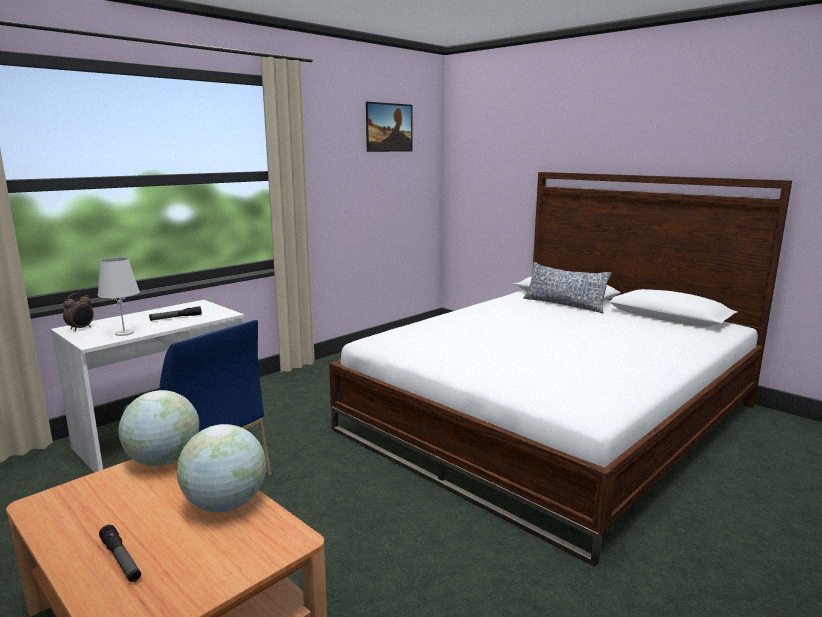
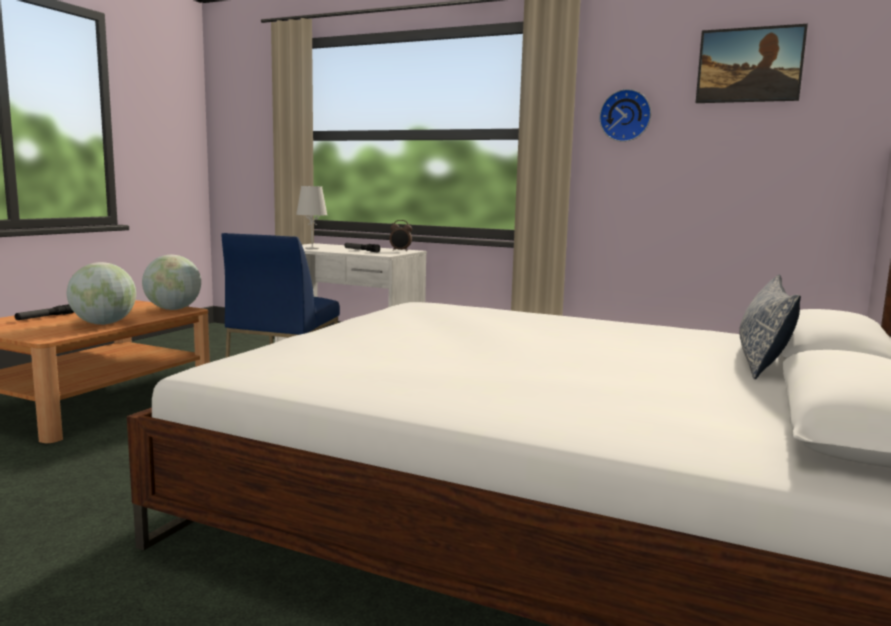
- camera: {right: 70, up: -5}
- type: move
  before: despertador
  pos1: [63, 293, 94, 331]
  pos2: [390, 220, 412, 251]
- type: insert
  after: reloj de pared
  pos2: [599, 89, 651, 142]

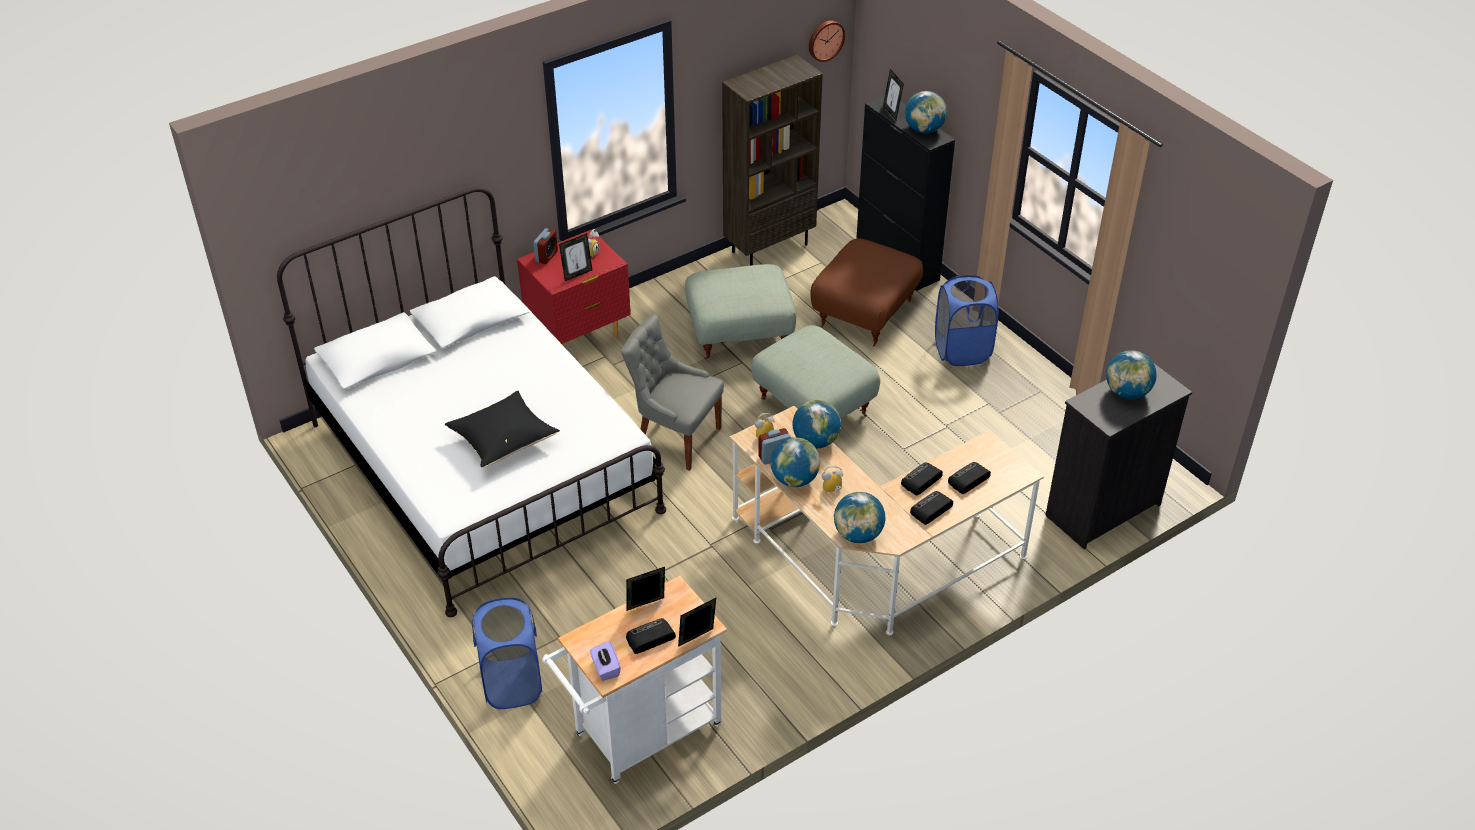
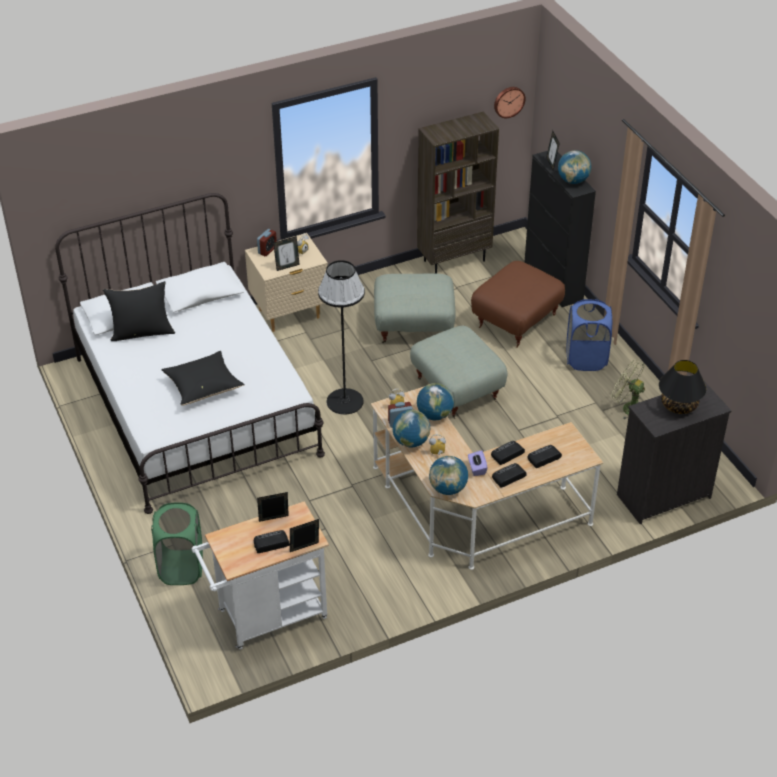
- camera: {right: 10, up: 0}
- type: recolor
  before: cesto de la ropa [azul]
  after: cesto de la ropa [verde]
  pos1: [472, 597, 542, 709]
  pos2: [151, 502, 203, 585]
- type: recolor
  before: mesita de noche [rojo]
  after: mesita de noche [beis]
  pos1: [517, 230, 631, 346]
  pos2: [245, 233, 328, 332]
- type: move
  before: caja de pañuelos [morado]
  pos1: [590, 641, 621, 681]
  pos2: [468, 450, 487, 476]
- type: replace
  before: silla [gris]
  after: lámpara de pie [negro]
  pos1: [621, 314, 724, 471]
  pos2: [318, 260, 365, 415]
- type: replace
  before: globo terráqueo
  after: lámpara de mesa [negro]
  pos1: [1106, 350, 1157, 399]
  pos2: [659, 360, 706, 414]
- type: insert
  after: cojín [negro]
  pos2: [103, 281, 175, 341]
- type: insert
  after: ventilador [verde]
  pos2: [611, 359, 645, 419]

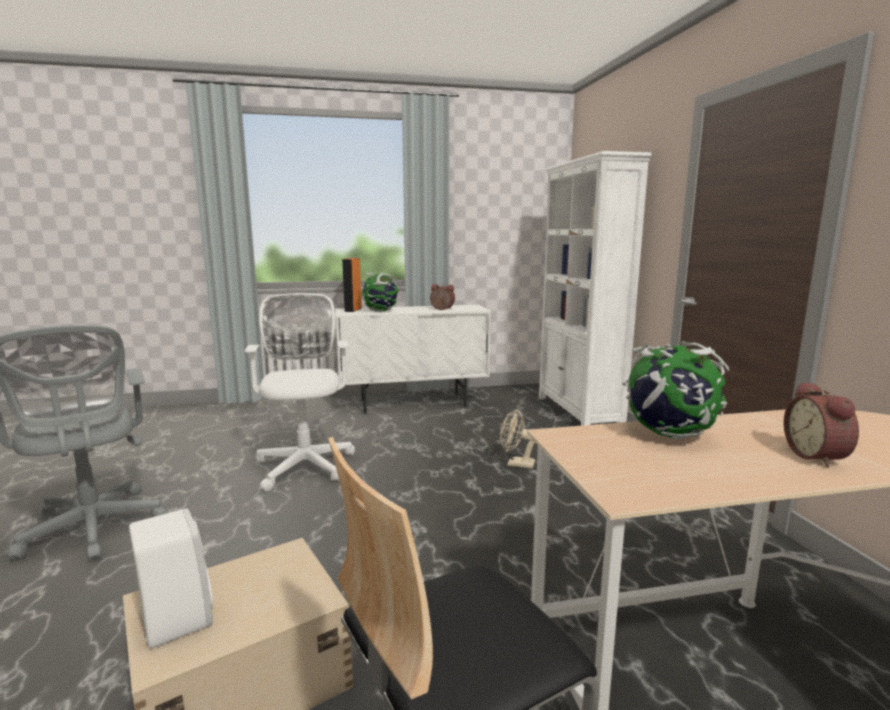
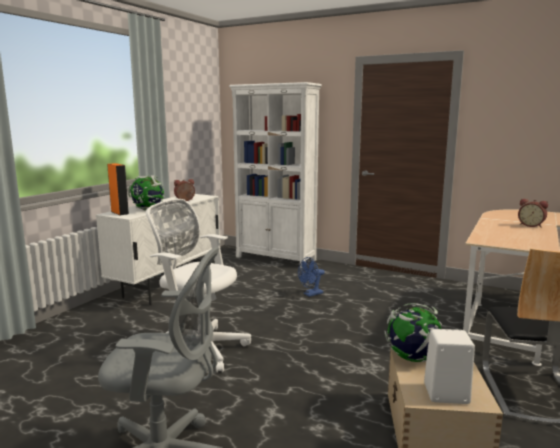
- camera: {right: -50, up: 0}
- type: recolor
  before: ventilador [beis]
  after: ventilador [azul]
  pos1: [500, 409, 535, 469]
  pos2: [298, 257, 325, 297]
- type: move
  before: globo terráqueo
  pos1: [622, 341, 730, 440]
  pos2: [385, 303, 442, 362]

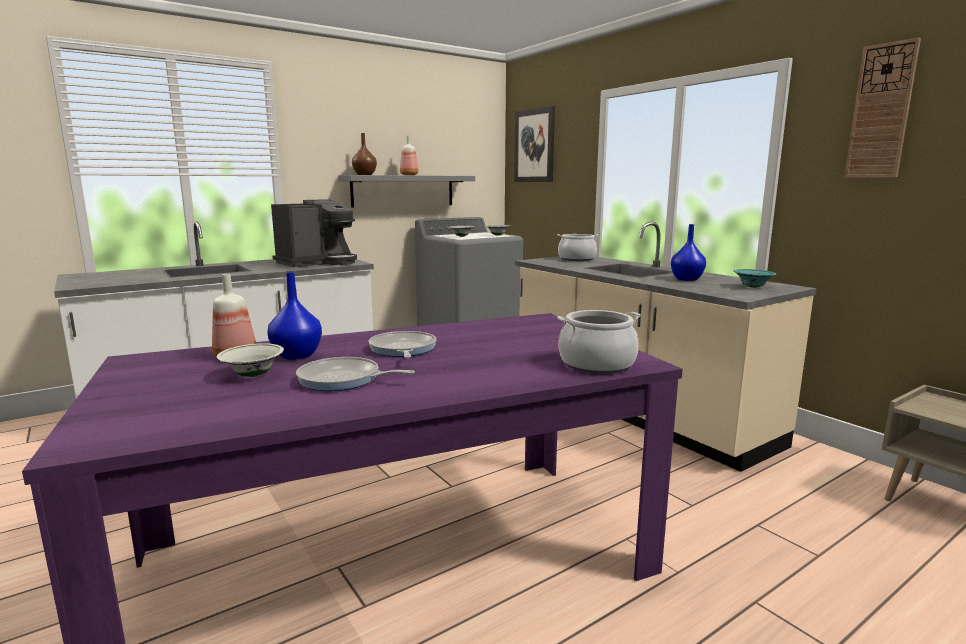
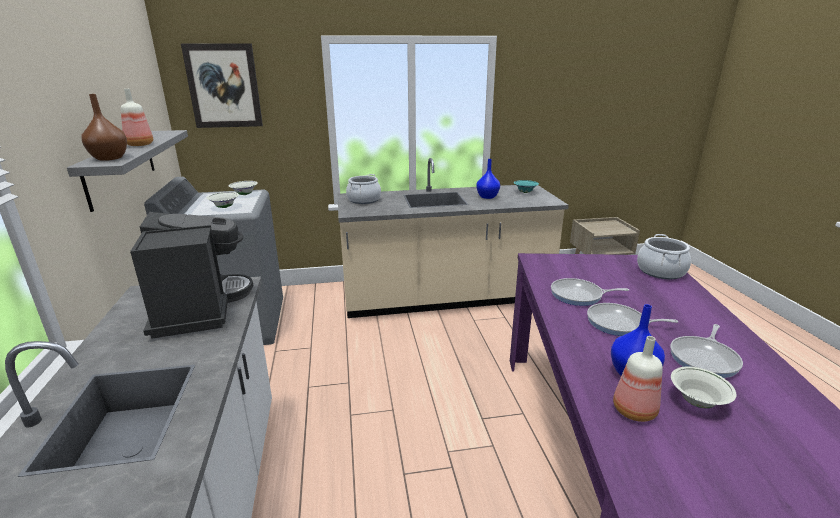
- camera: {right: -65, up: 10}
- type: delete
  before: reloj de pared
  pos1: [845, 38, 921, 178]
- type: insert
  after: sartén
  pos2: [551, 278, 629, 306]

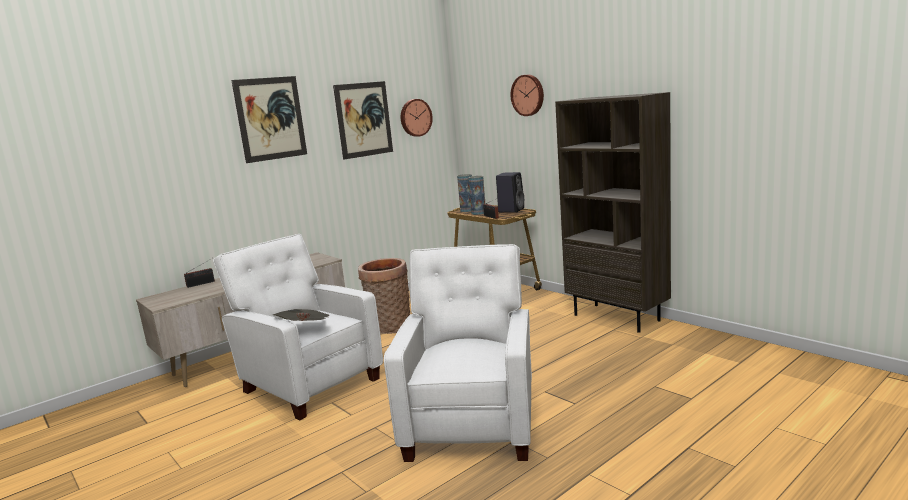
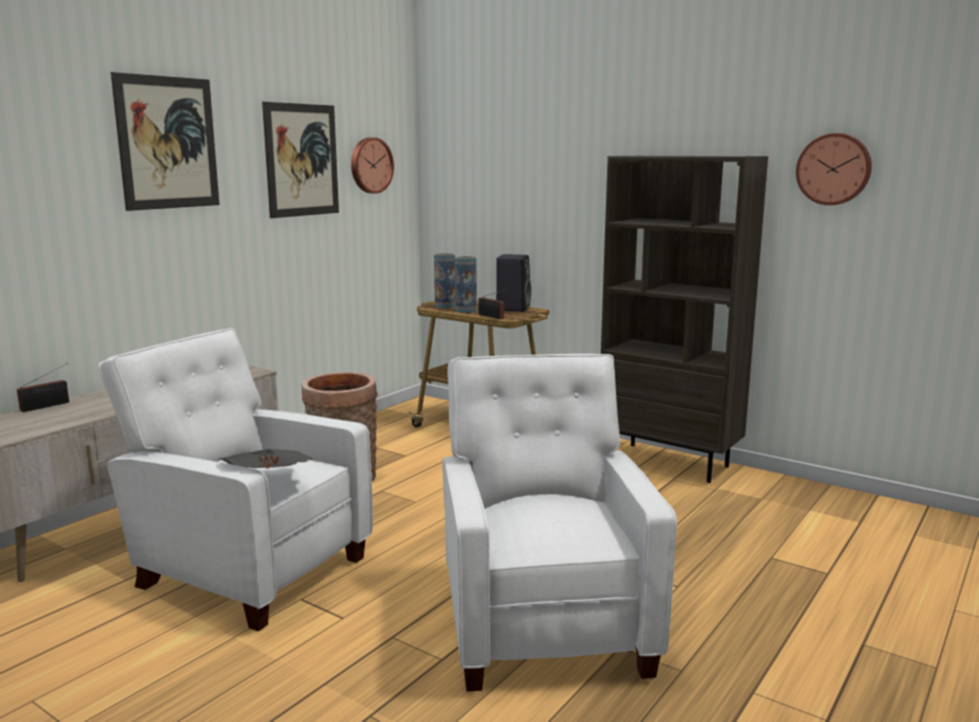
- camera: {right: -15, up: 0}
- type: move
  before: reloj de pared
  pos1: [511, 75, 544, 116]
  pos2: [796, 133, 872, 205]

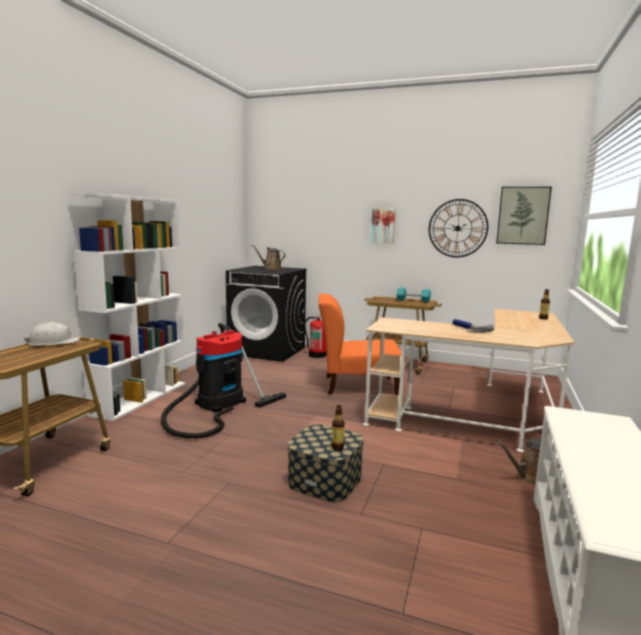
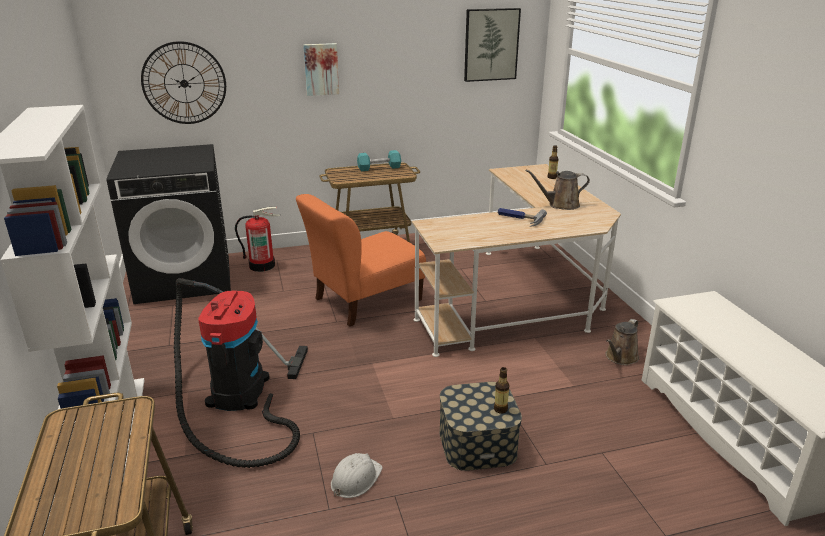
- camera: {right: -35, up: 15}
- type: move
  before: casco [blanco]
  pos1: [24, 322, 80, 346]
  pos2: [331, 453, 382, 498]
- type: move
  before: regadera [marrón]
  pos1: [252, 245, 286, 270]
  pos2: [525, 170, 590, 210]
- type: move
  before: reloj de pared
  pos1: [429, 199, 488, 257]
  pos2: [141, 41, 226, 124]

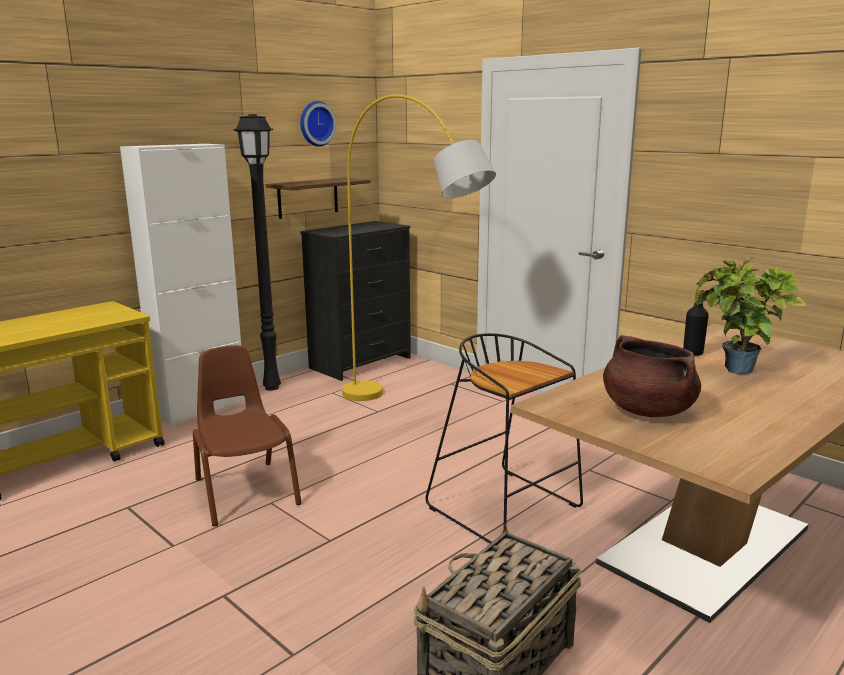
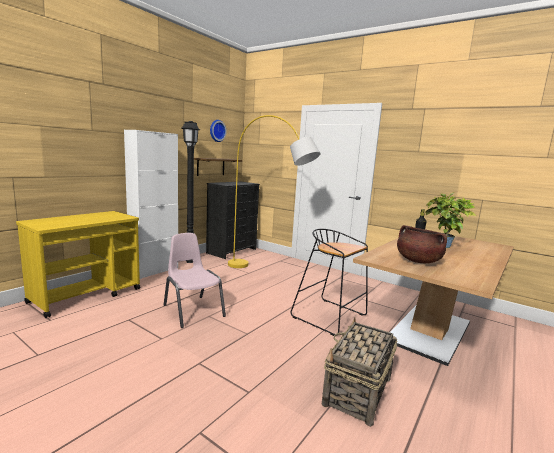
- camera: {right: -10, up: -5}
- type: recolor
  before: silla [marrón]
  after: silla [rosa]
  pos1: [193, 345, 302, 526]
  pos2: [164, 233, 226, 328]

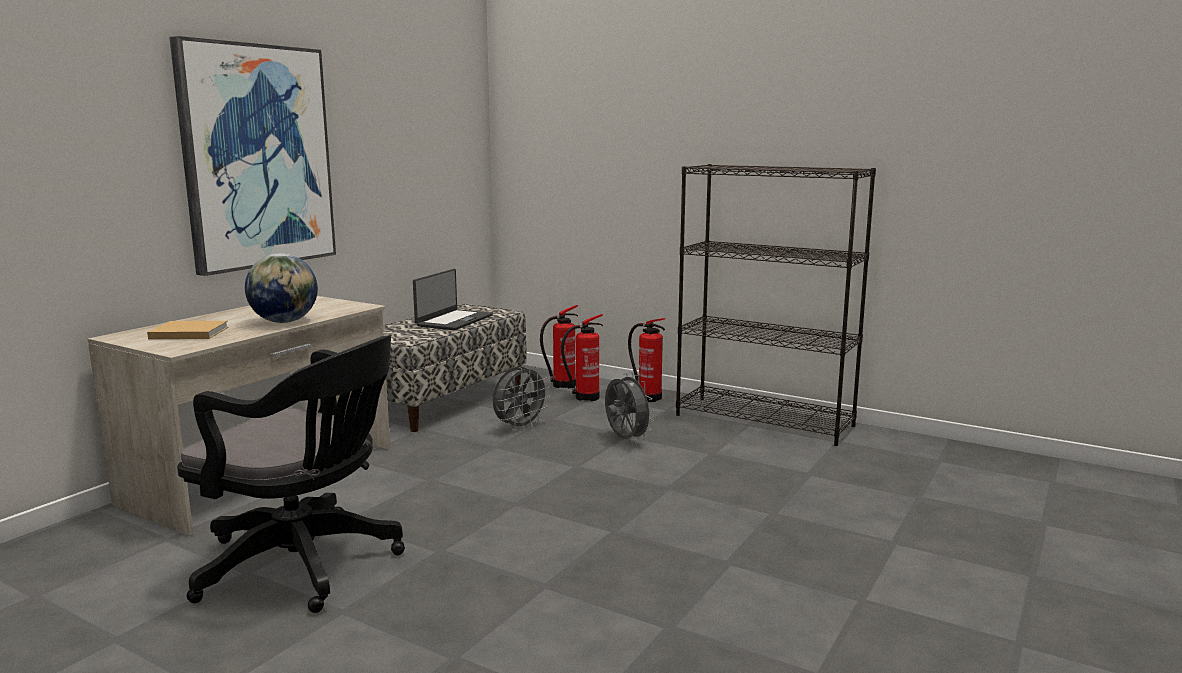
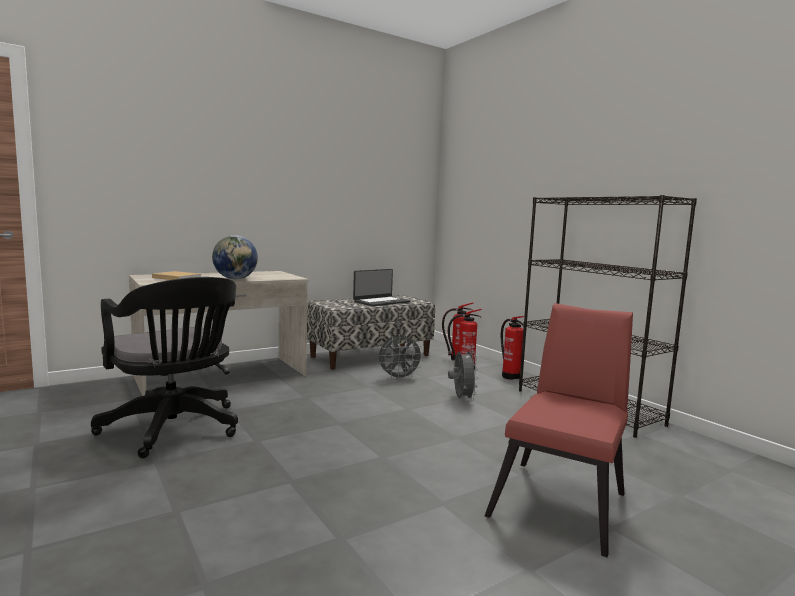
- camera: {right: 25, up: -5}
- type: delete
  before: cuadro
  pos1: [169, 36, 336, 276]
- type: insert
  after: silla [rojo]
  pos2: [485, 303, 633, 557]

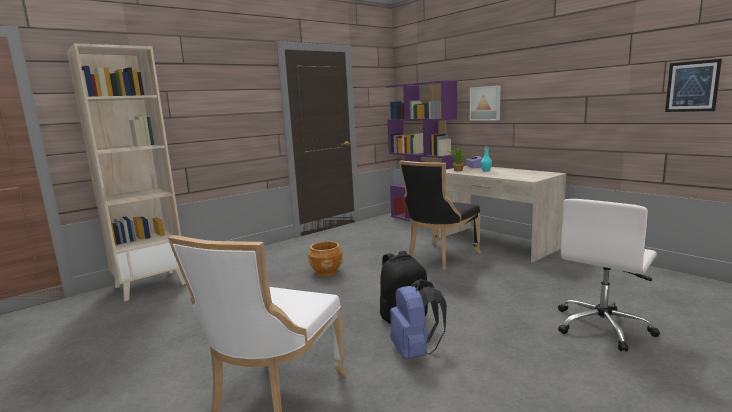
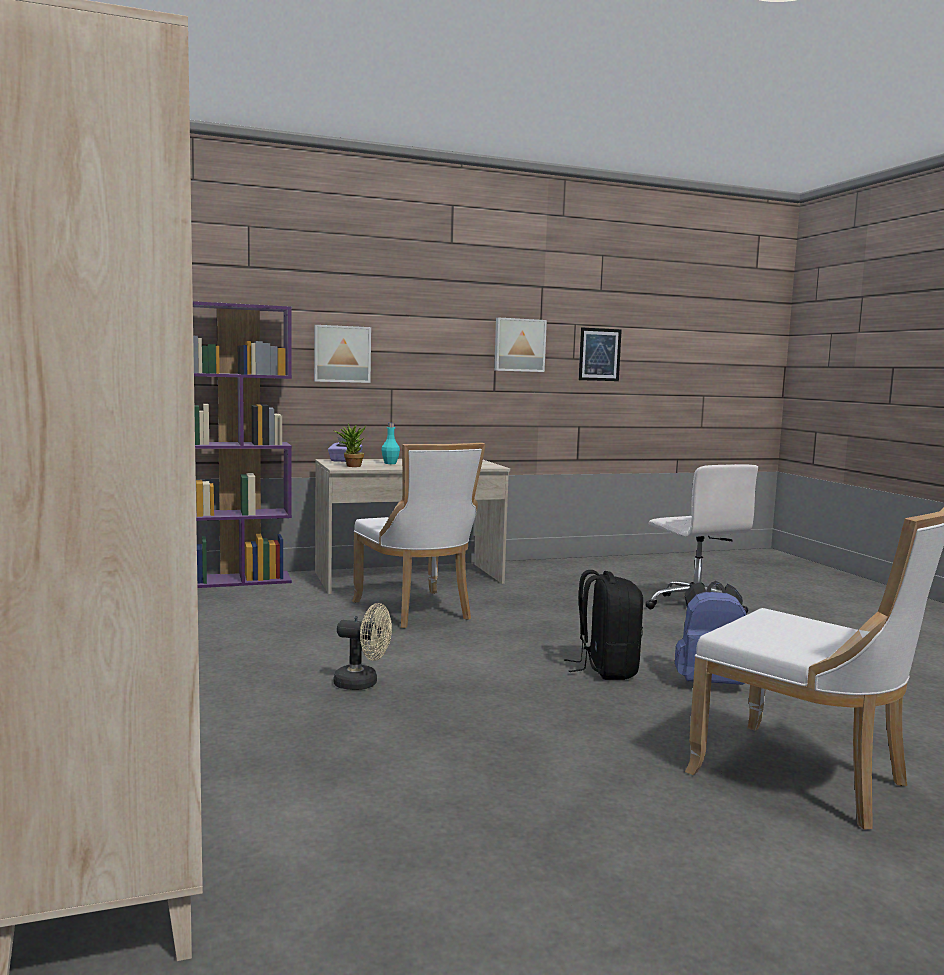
- camera: {right: -70, up: -5}
- type: replace
  before: maceta [marrón]
  after: ventilador [beis]
  pos1: [308, 241, 343, 277]
  pos2: [334, 603, 392, 690]
- type: recolor
  before: silla [negro]
  after: silla [blanco]
  pos1: [399, 161, 481, 270]
  pos2: [352, 443, 486, 628]
- type: insert
  after: cuadro
  pos2: [494, 317, 547, 372]

